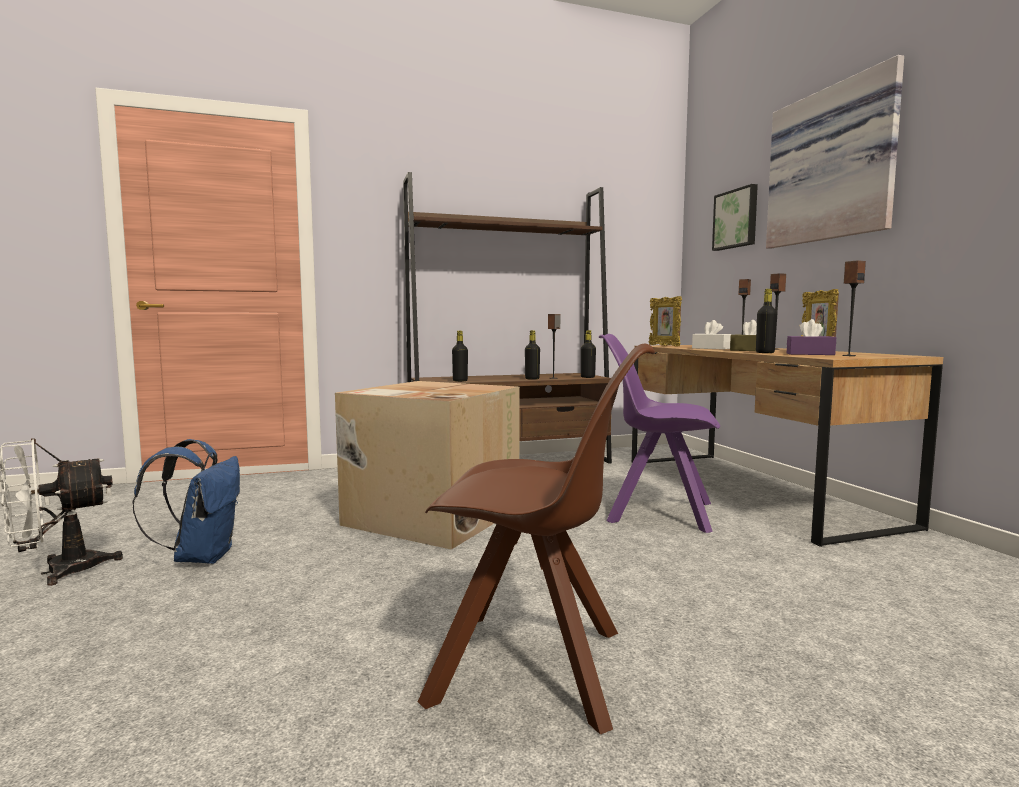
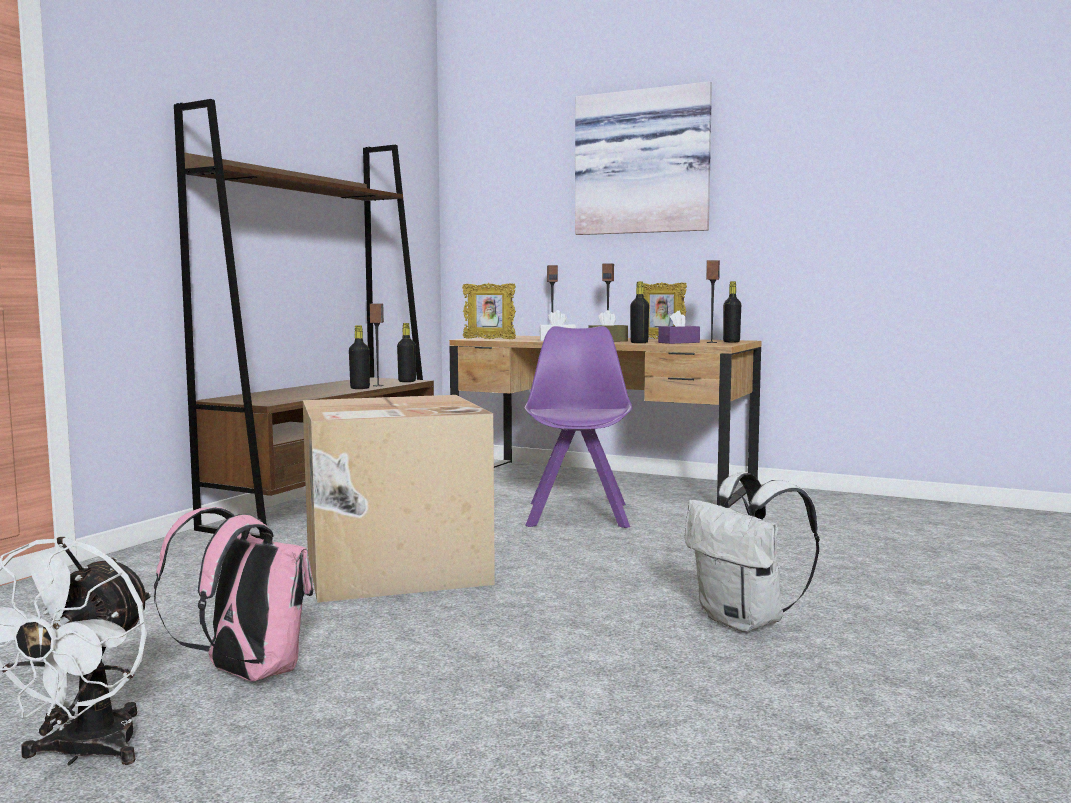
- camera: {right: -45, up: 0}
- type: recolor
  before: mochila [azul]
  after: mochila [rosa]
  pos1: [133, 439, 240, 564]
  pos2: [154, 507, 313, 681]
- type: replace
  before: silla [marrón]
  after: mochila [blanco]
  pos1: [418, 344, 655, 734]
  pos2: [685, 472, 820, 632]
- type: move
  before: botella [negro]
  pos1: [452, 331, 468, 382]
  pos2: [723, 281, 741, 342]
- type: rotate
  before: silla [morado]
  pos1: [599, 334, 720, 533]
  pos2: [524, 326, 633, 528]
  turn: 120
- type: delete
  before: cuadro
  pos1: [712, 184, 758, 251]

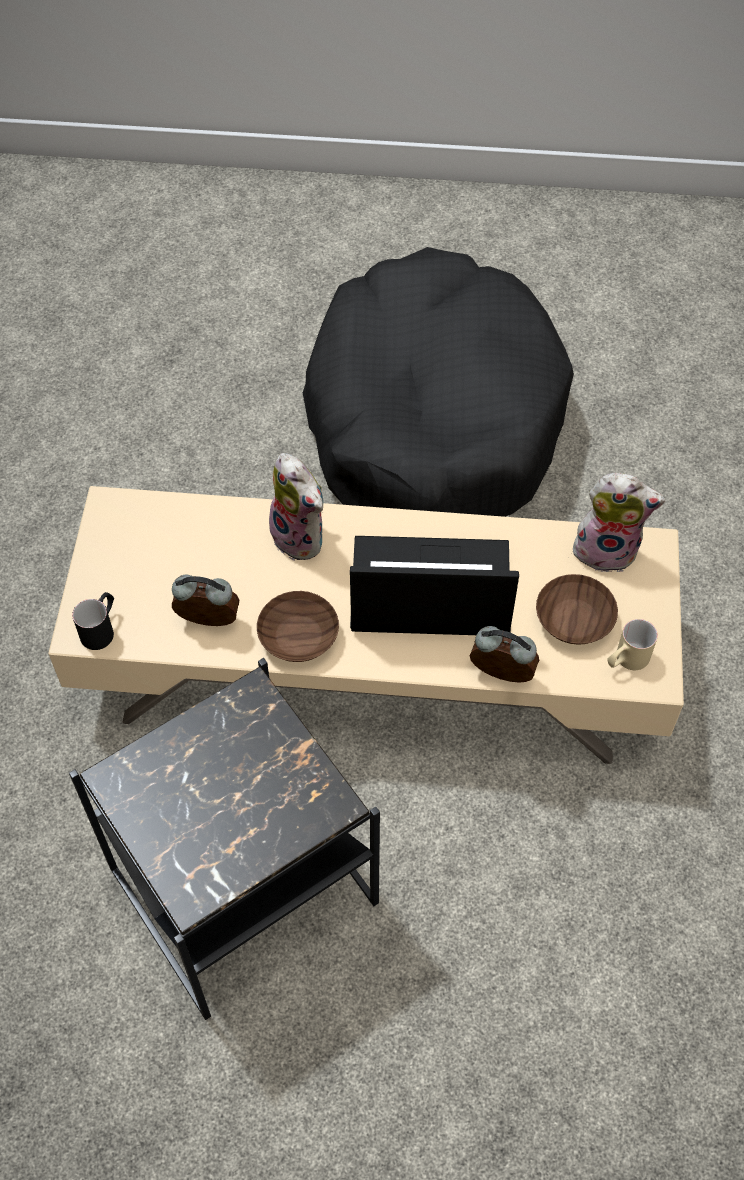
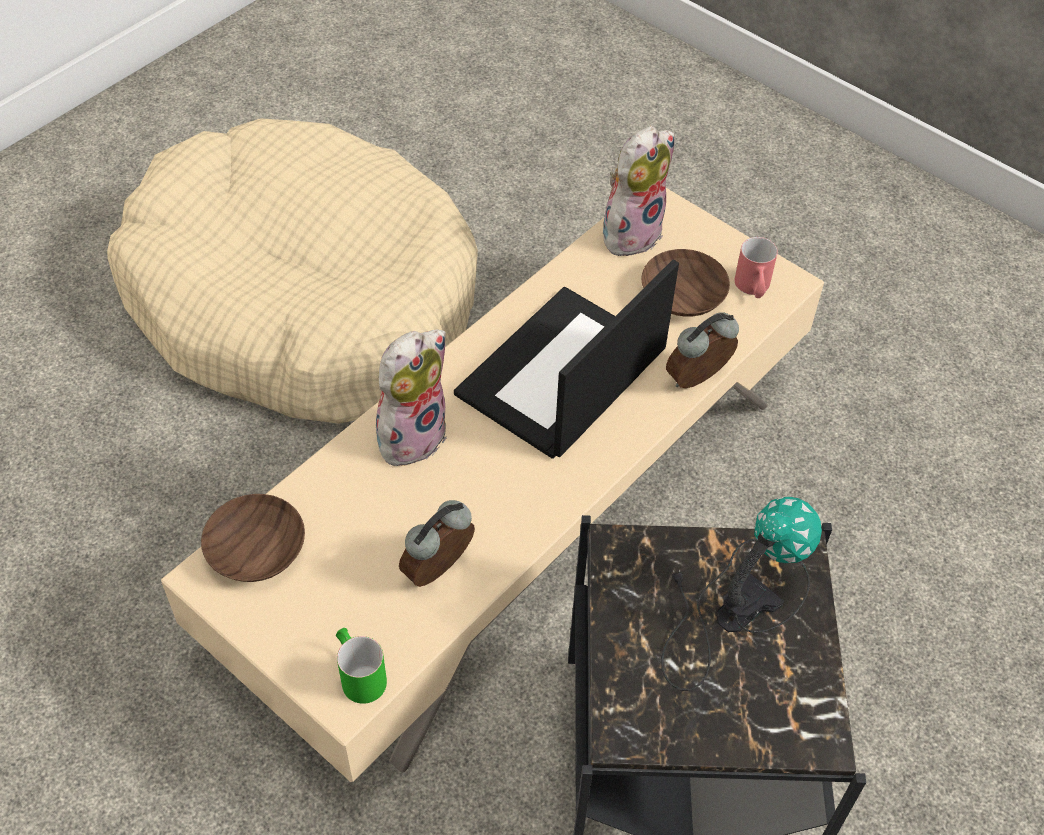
- camera: {right: -55, up: -5}
- type: recolor
  before: taza grande [negro]
  after: taza grande [verde]
  pos1: [72, 592, 114, 650]
  pos2: [336, 628, 387, 704]
- type: move
  before: cuenco [marrón]
  pos1: [257, 591, 339, 662]
  pos2: [201, 494, 305, 582]
- type: rotate
  before: peluche
  pos1: [269, 453, 324, 561]
  pos2: [376, 329, 447, 467]
  turn: -45
- type: recolor
  before: cama para perro [negro]
  after: cama para perro [beis]
  pos1: [303, 247, 574, 517]
  pos2: [107, 118, 478, 424]
- type: recolor
  before: taza grande [beis]
  after: taza grande [rojo]
  pos1: [607, 619, 658, 670]
  pos2: [734, 237, 778, 298]
- type: insert
  after: lámpara de mesa
  pos2: [661, 497, 822, 691]

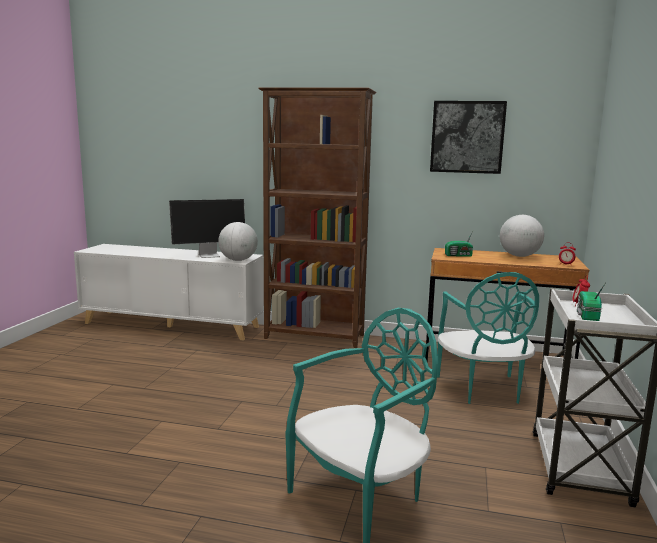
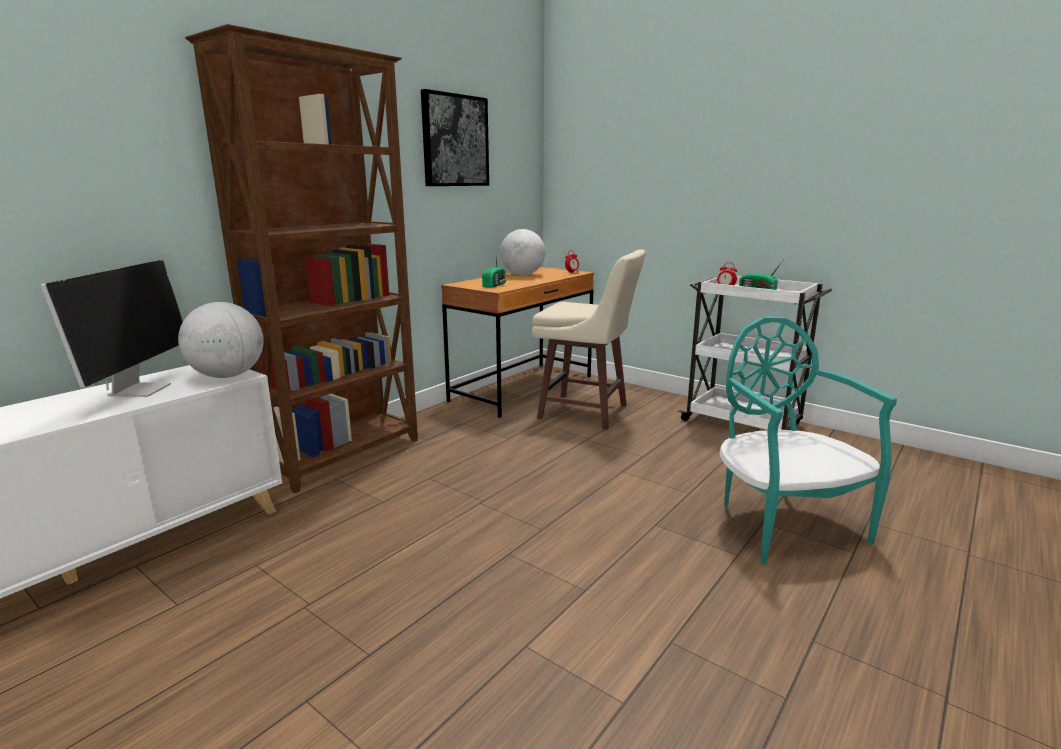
- camera: {right: -65, up: 5}
- type: replace
  before: silla [turquesa]
  after: taburete [beis]
  pos1: [437, 272, 539, 404]
  pos2: [532, 249, 646, 430]

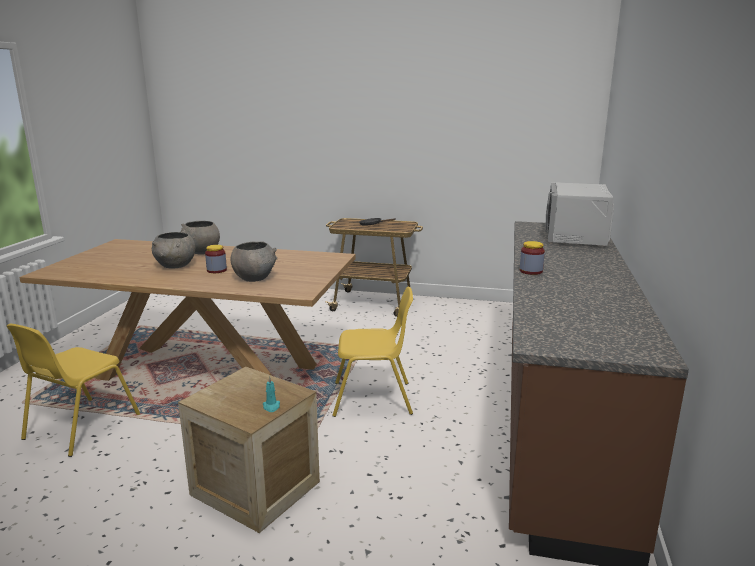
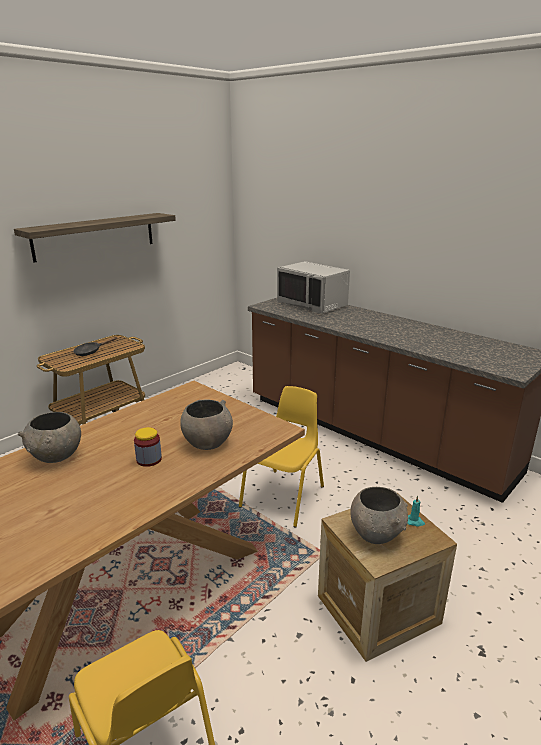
- camera: {right: -60, up: 5}
- type: move
  before: cuenco [gris]
  pos1: [152, 232, 195, 268]
  pos2: [350, 487, 408, 544]
- type: delete
  before: tarro
  pos1: [520, 241, 545, 275]
- type: insert
  after: estante
  pos2: [14, 213, 176, 263]

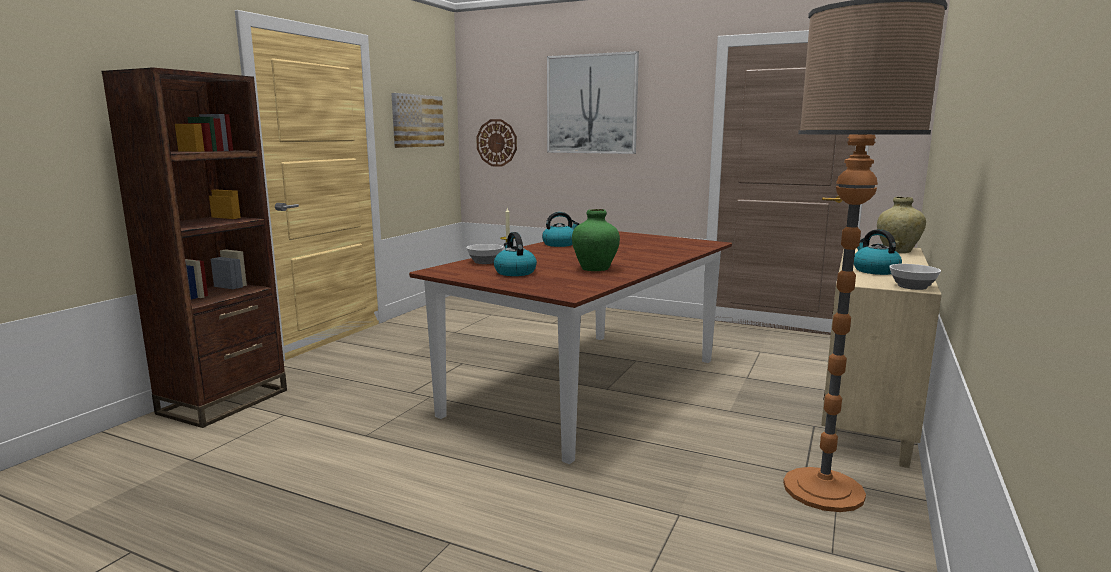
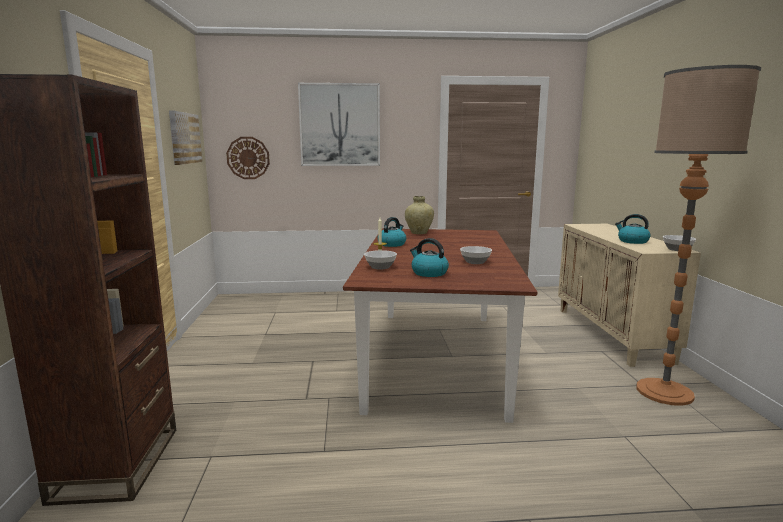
- camera: {right: -30, up: 0}
- type: replace
  before: florero [verde]
  after: cuenco
  pos1: [572, 209, 620, 271]
  pos2: [460, 246, 492, 264]
- type: move
  before: florero [beis]
  pos1: [877, 197, 926, 253]
  pos2: [405, 196, 434, 234]

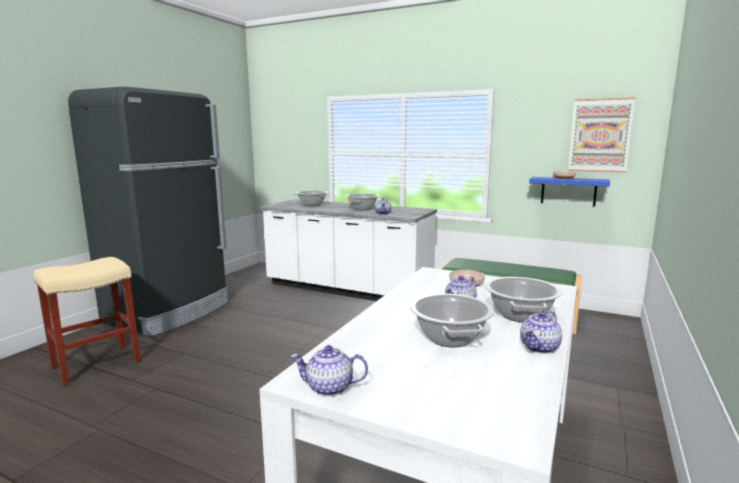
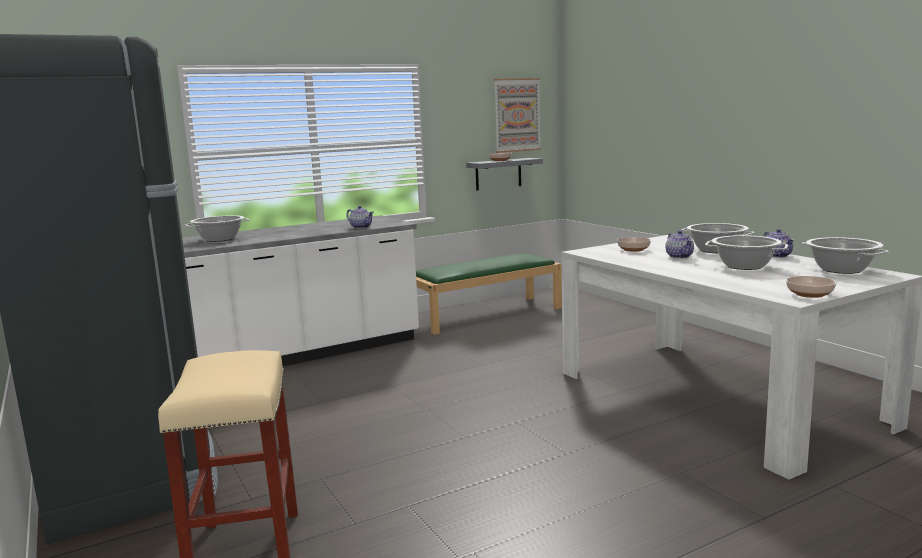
- camera: {right: -55, up: 0}
- type: replace
  before: tetera
  after: cuenco
  pos1: [291, 345, 368, 396]
  pos2: [786, 276, 836, 298]
- type: move
  before: olla
  pos1: [346, 193, 379, 210]
  pos2: [801, 237, 889, 274]
- type: recolor
  before: estante [azul]
  after: estante [gris]
  pos1: [529, 177, 610, 206]
  pos2: [466, 158, 543, 191]

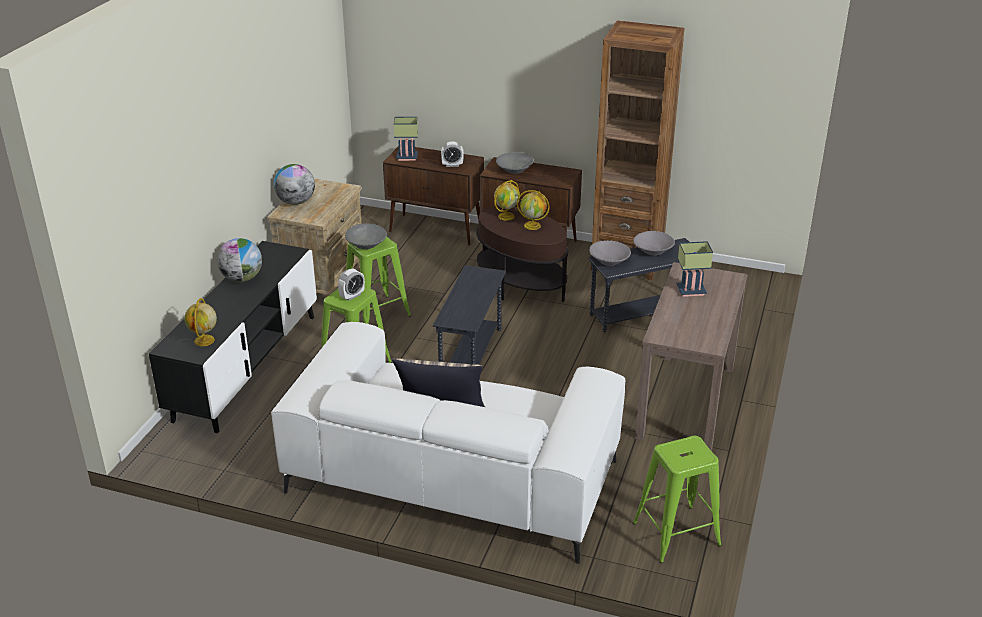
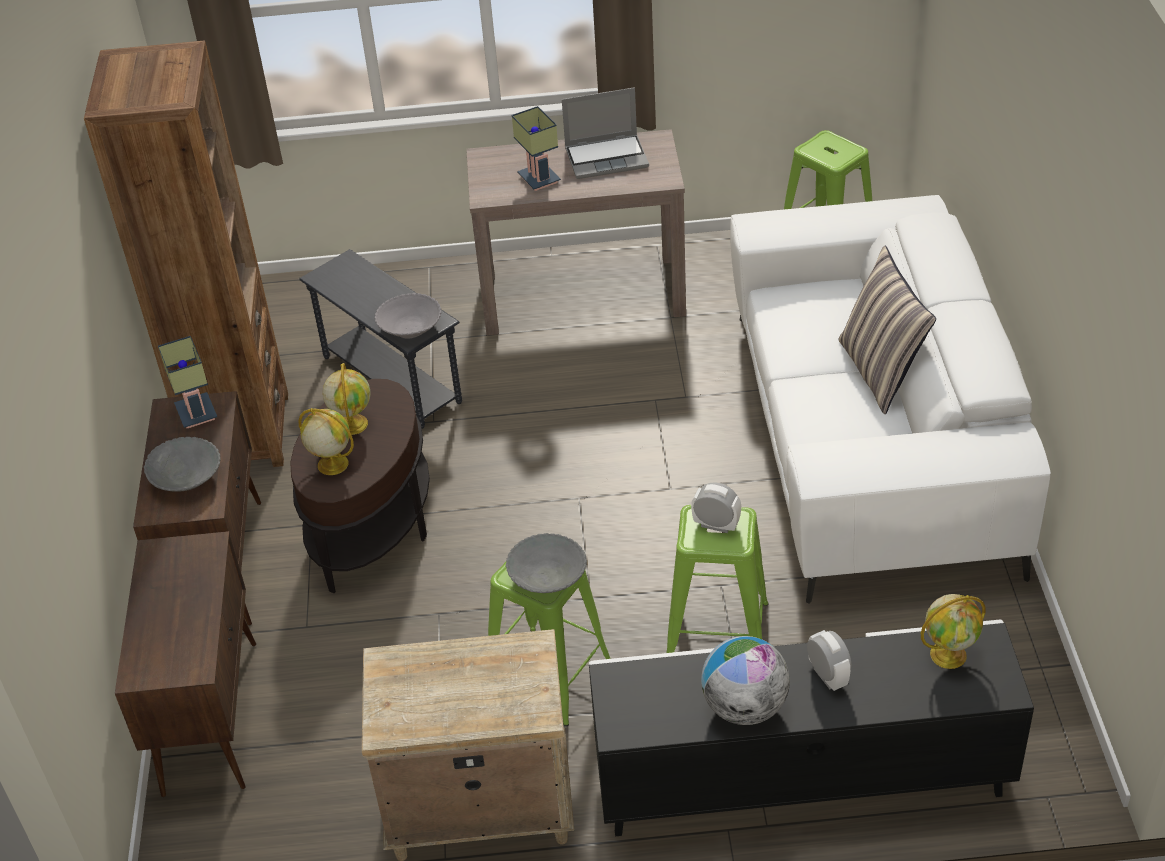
- camera: {right: -110, up: 10}
- type: delete
  before: globo terráqueo
  pos1: [274, 164, 315, 205]
- type: move
  before: lámpara de mesa
  pos1: [394, 117, 418, 161]
  pos2: [158, 336, 217, 428]
- type: delete
  before: mesa auxiliar [gris]
  pos1: [433, 265, 506, 365]
- type: move
  before: despertador
  pos1: [441, 142, 464, 167]
  pos2: [807, 630, 851, 691]
- type: delete
  before: cuenco [gris]
  pos1: [633, 231, 675, 255]
- type: insert
  after: portátil
  pos2: [562, 87, 649, 179]

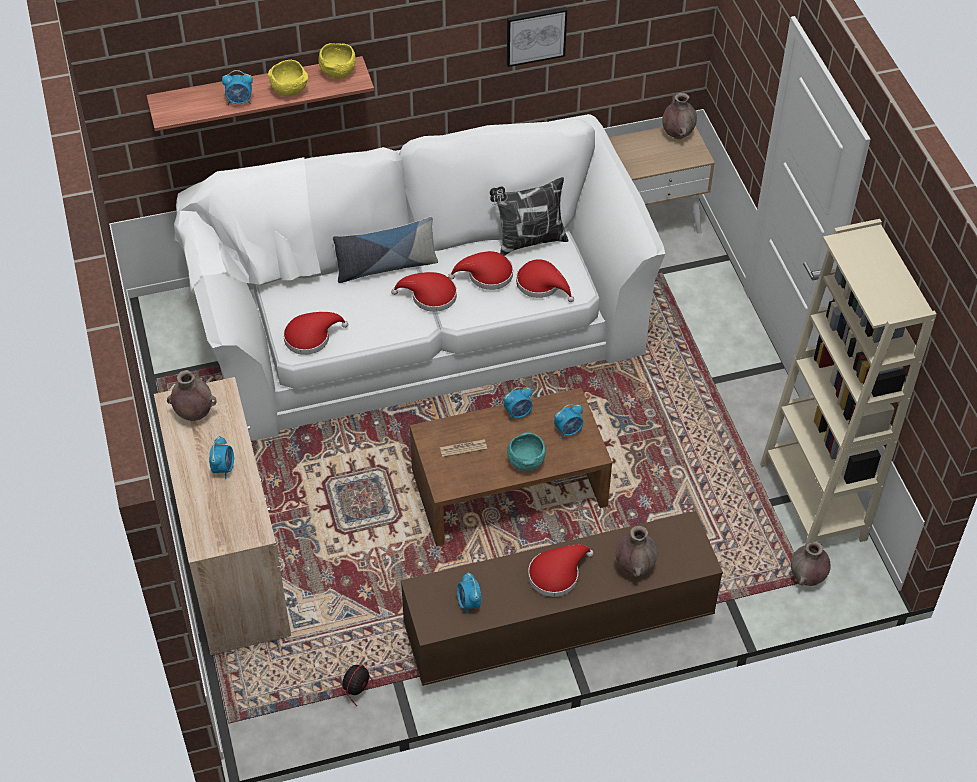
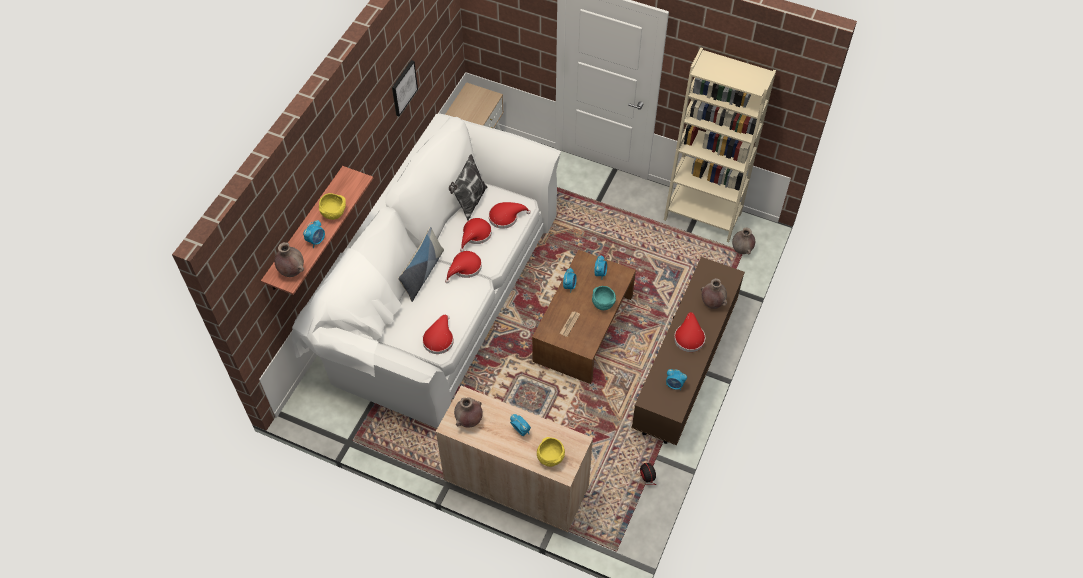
- camera: {right: -50, up: 5}
- type: move
  before: cuenco [amarillo]
  pos1: [319, 43, 356, 78]
  pos2: [537, 437, 565, 467]
- type: move
  before: florero [marrón]
  pos1: [662, 93, 697, 139]
  pos2: [275, 242, 304, 277]

